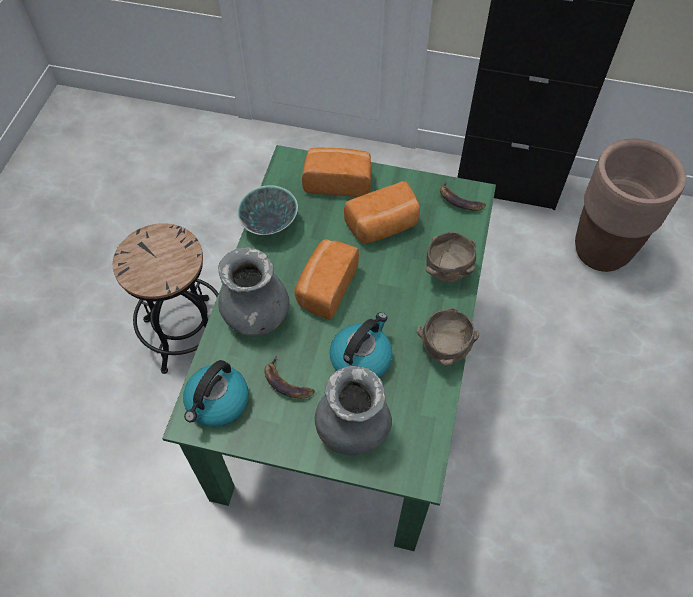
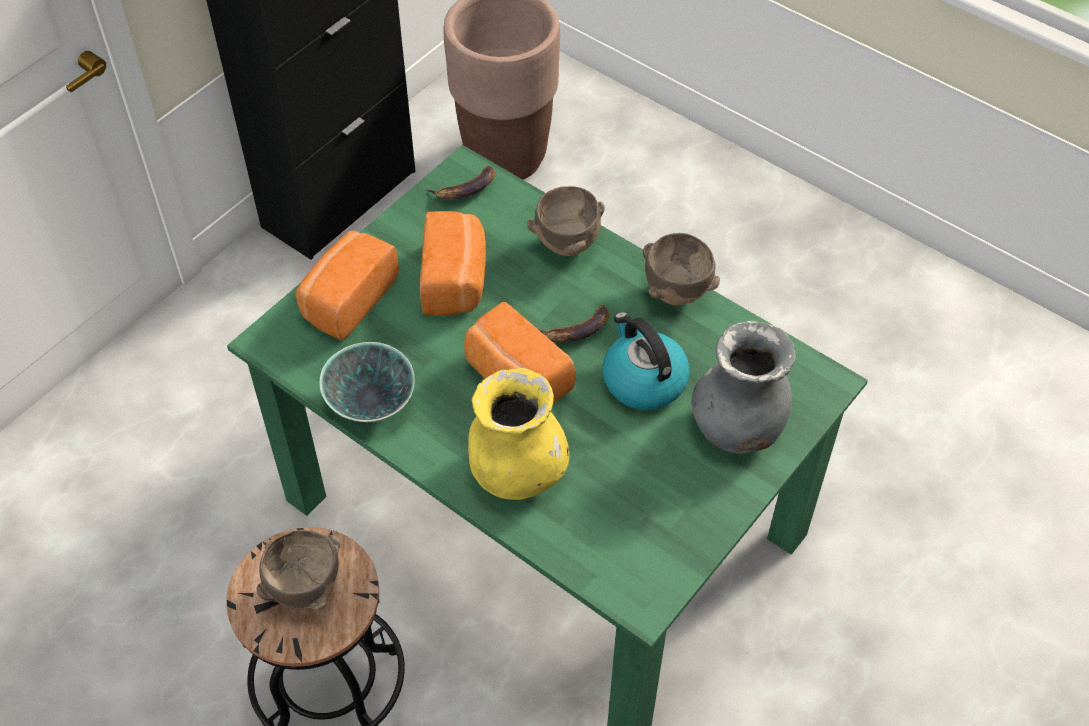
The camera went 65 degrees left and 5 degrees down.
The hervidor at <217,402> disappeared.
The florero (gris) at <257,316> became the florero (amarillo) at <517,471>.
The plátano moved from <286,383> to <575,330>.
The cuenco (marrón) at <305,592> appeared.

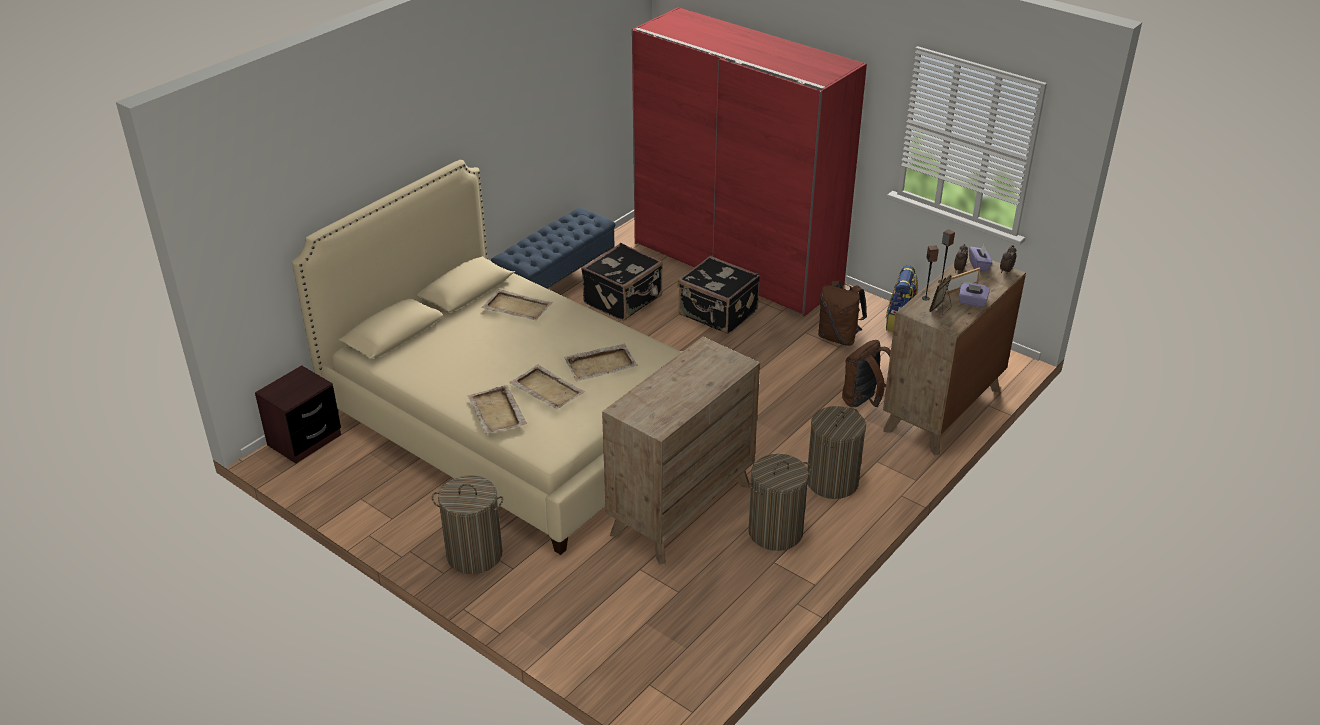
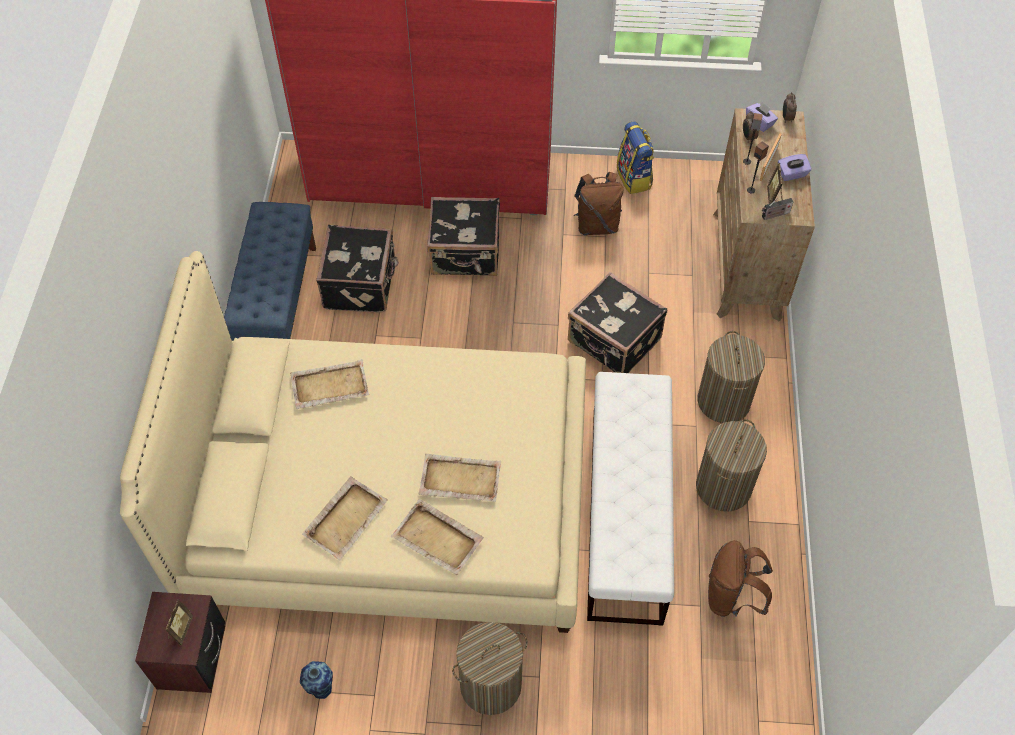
The camera went 35 degrees left and 20 degrees up.
The bandeja (beis) moved from <601,364> to <346,518>.
The cómoda (marrón) at <681,509> was replaced by the banco (blanco) at <626,511>.
The mochila (marrón) moved from <865,402> to <731,597>.
The portarretratos at <180,629> appeared.
The florero at <321,689> appeared.
The maleta (negro) at <613,342> appeared.
The radio at <774,215> appeared.

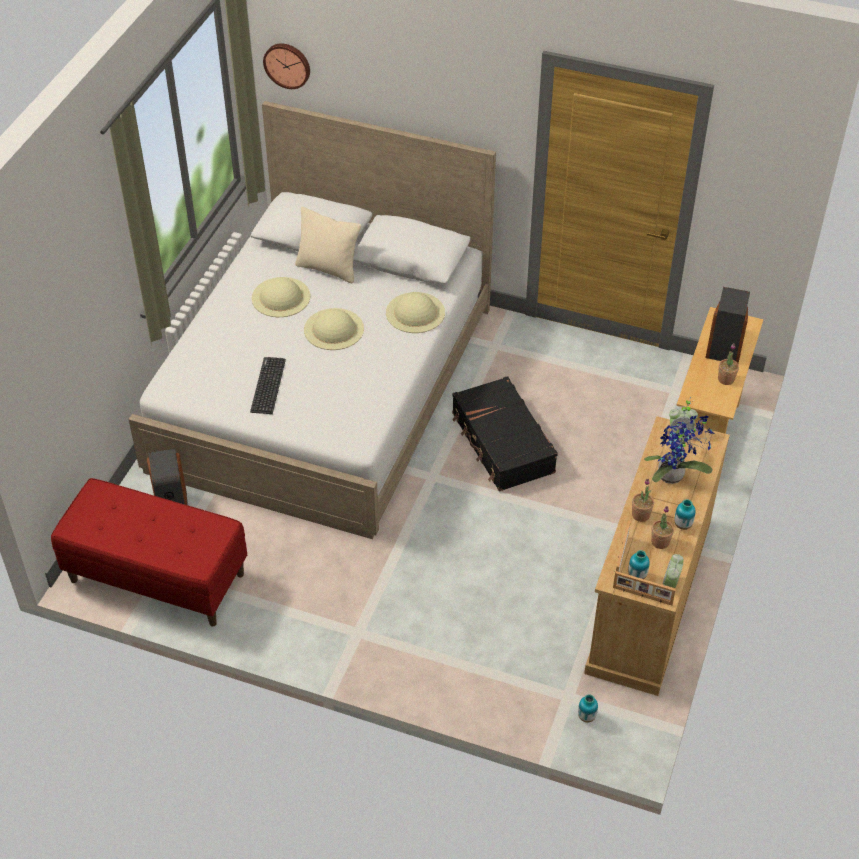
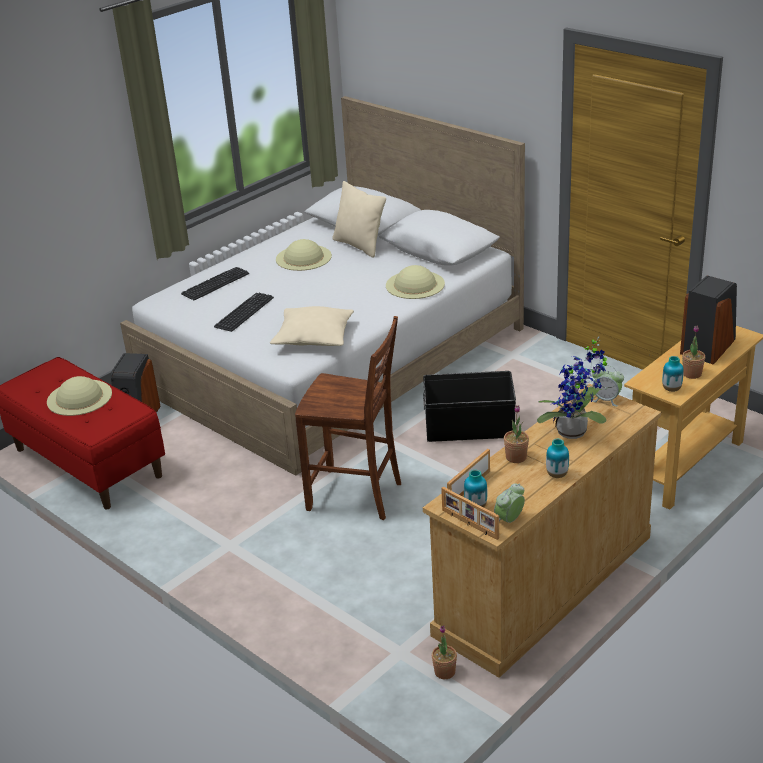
The camera went 25 degrees right and 15 degrees down.
The reloj de pared at <287,64> disappeared.
The sombrero (beis) moved from <333,329> to <79,397>.
The maleta (negro) at <502,443> was replaced by the caja de almacenaje (negro) at <470,428>.
The florero moved from <586,717> to <671,389>.
The planta en maceta moved from <660,542> to <444,672>.
The teclado at <215,284> appeared.
The cojín (beis) at <313,338> appeared.
The silla (marrón) at <357,496> appeared.

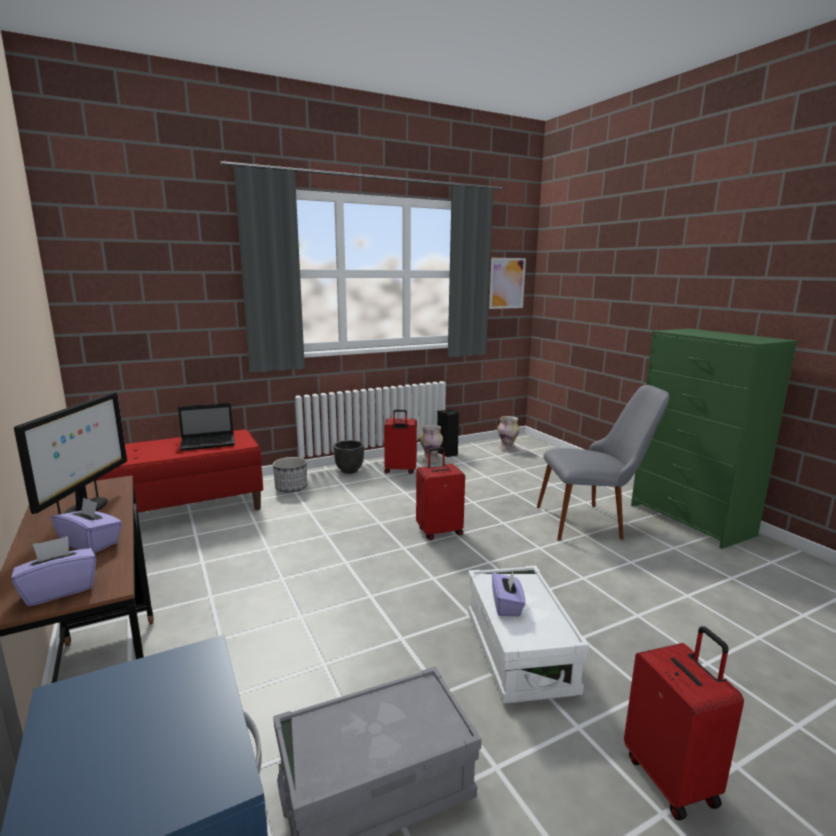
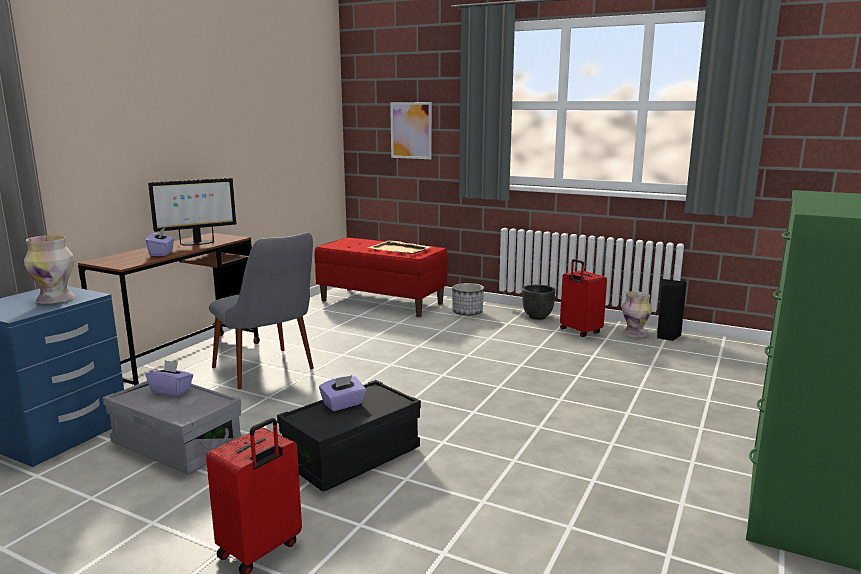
The camera went 55 degrees right and 0 degrees up.
The caja de pañuelos (morado) moved from <59,590> to <171,390>.
The portátil at <209,443> was replaced by the bandeja (beis) at <400,250>.
The maleta (rojo) at <439,531> disappeared.
The caja de almacenaje (blanco) at <519,653> became the caja de almacenaje (negro) at <352,456>.
The cuadro moved from <507,283> to <411,130>.
The florero moved from <507,448> to <55,300>.
The silla (gris) moved from <593,521> to <270,373>.

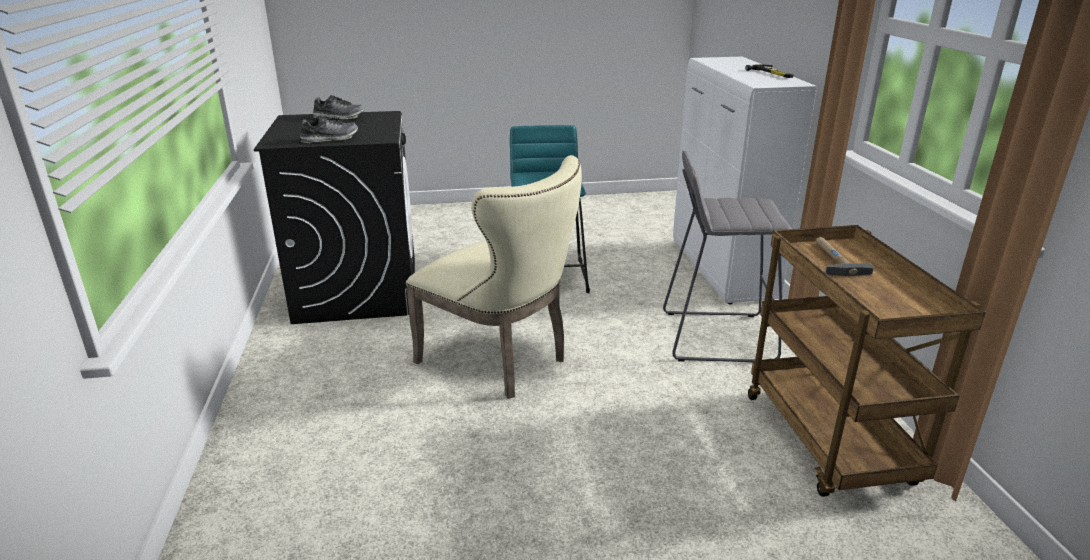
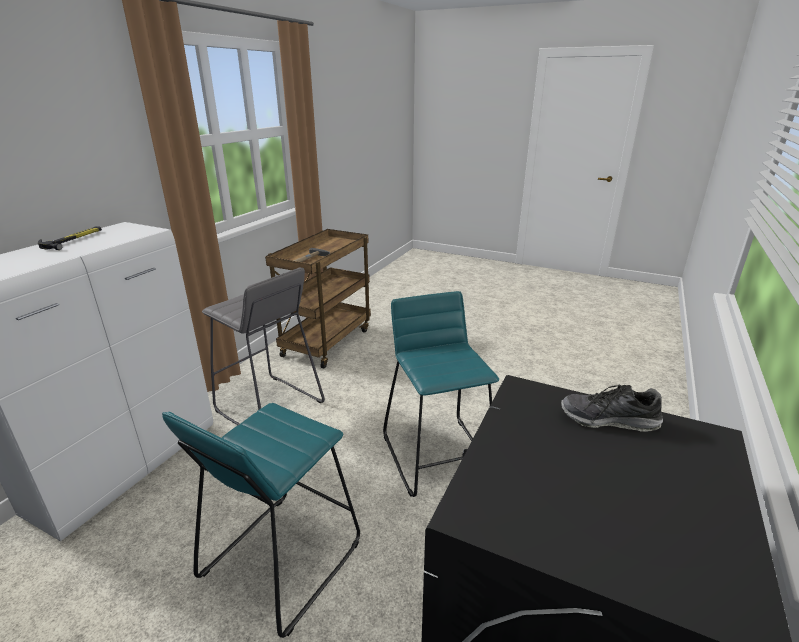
The camera went 145 degrees left and 0 degrees up.
The zapato at <339,117> disappeared.
The silla (beis) at <501,361> was replaced by the taburete (turquesa) at <438,455>.

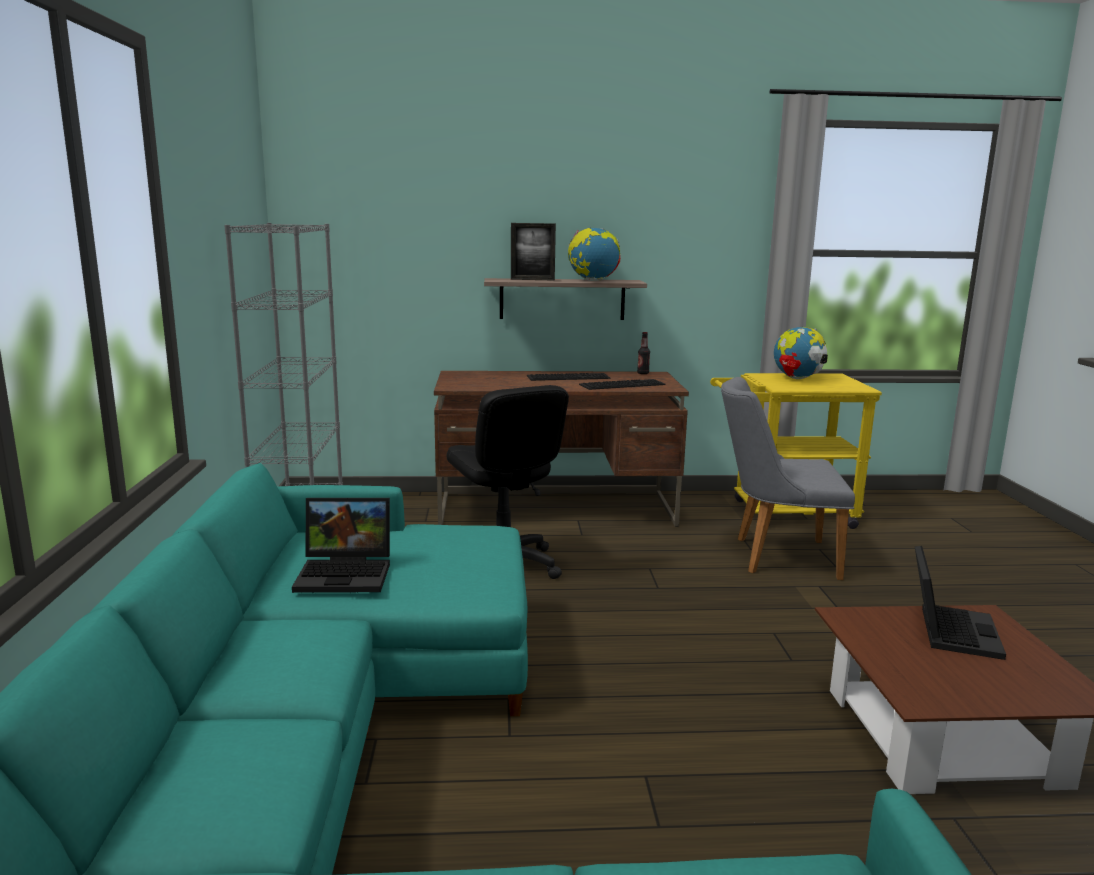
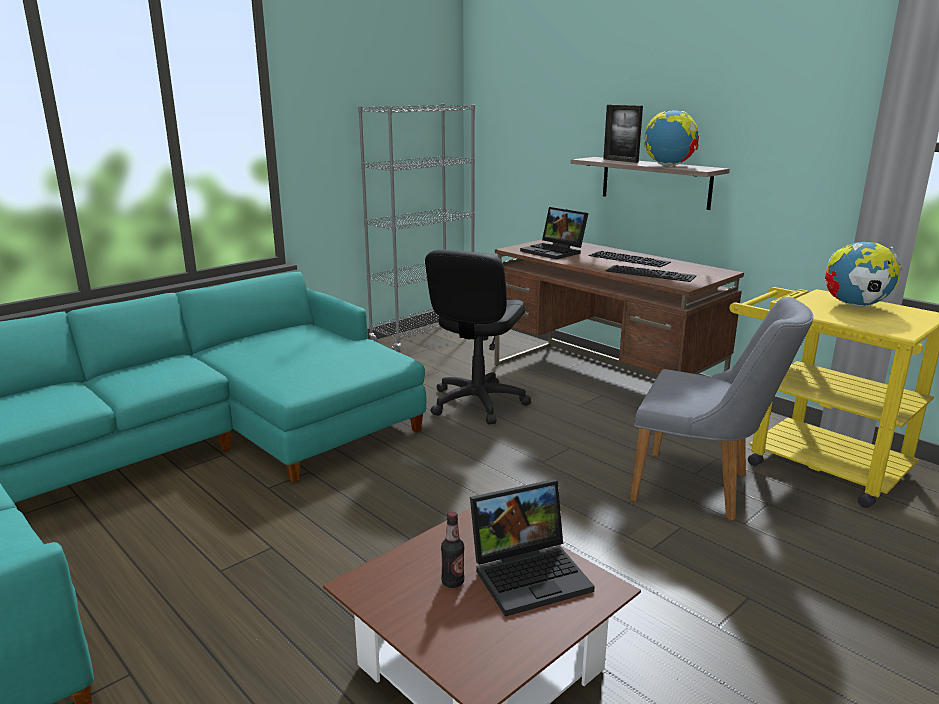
The camera went 50 degrees right and 5 degrees up.
The portátil moved from <347,573> to <555,251>.
The botella moved from <643,373> to <453,582>.
The silla (gris) at <775,556> turned 150 degrees clockwise.

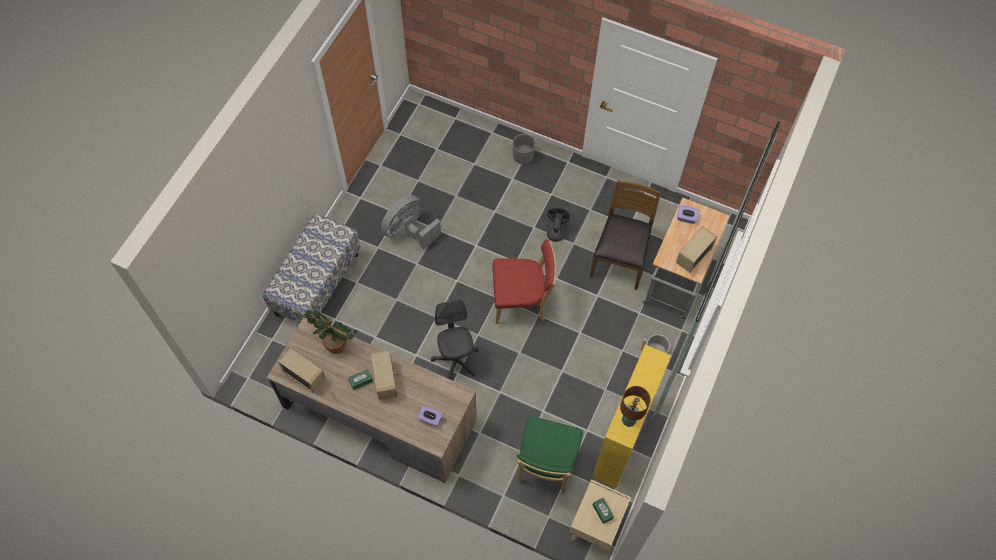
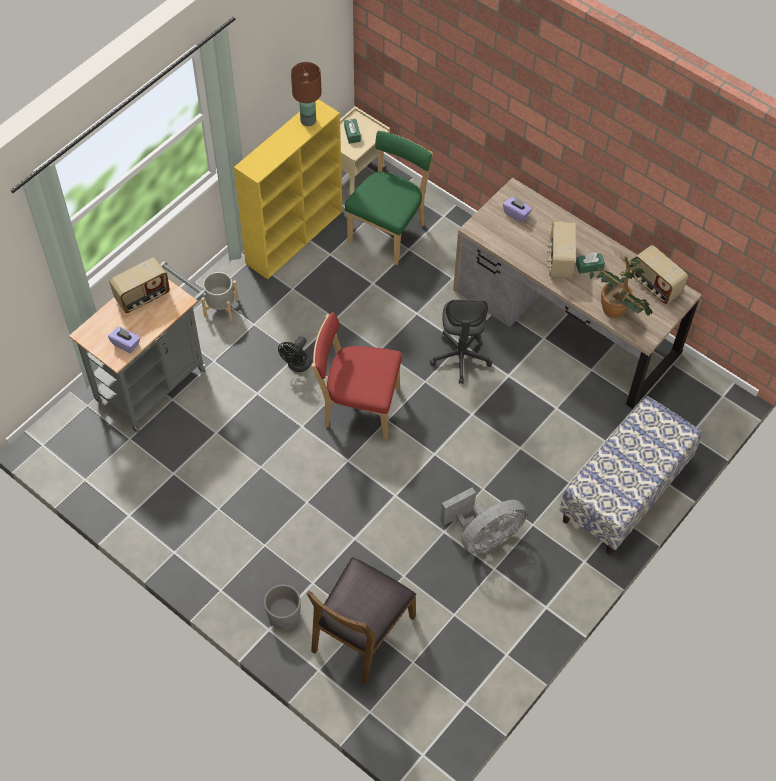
The camera went 165 degrees left and 5 degrees down.
The ventilador (negro) moved from <556,231> to <297,366>.
The silla (marrón) moved from <620,258> to <361,633>.

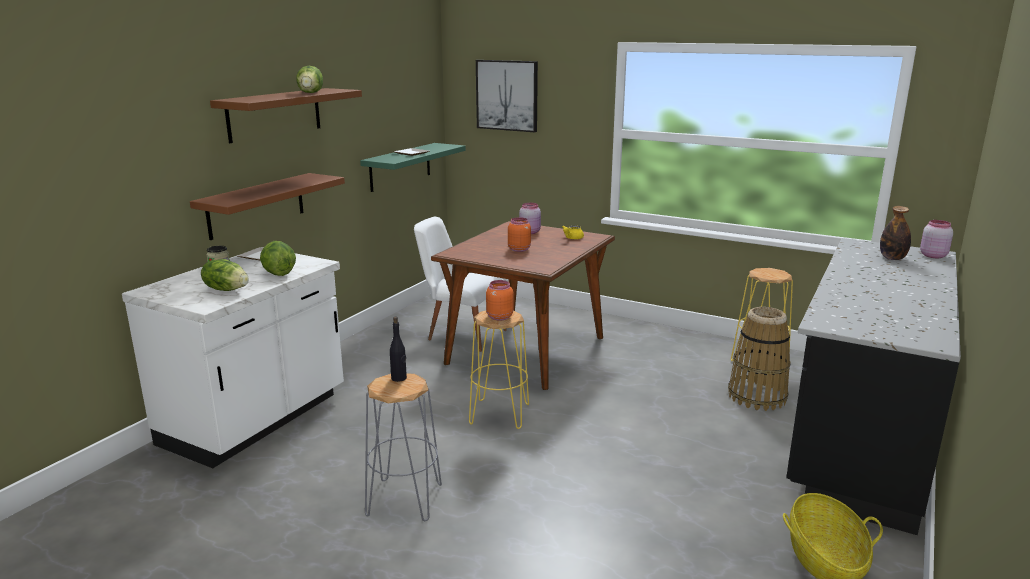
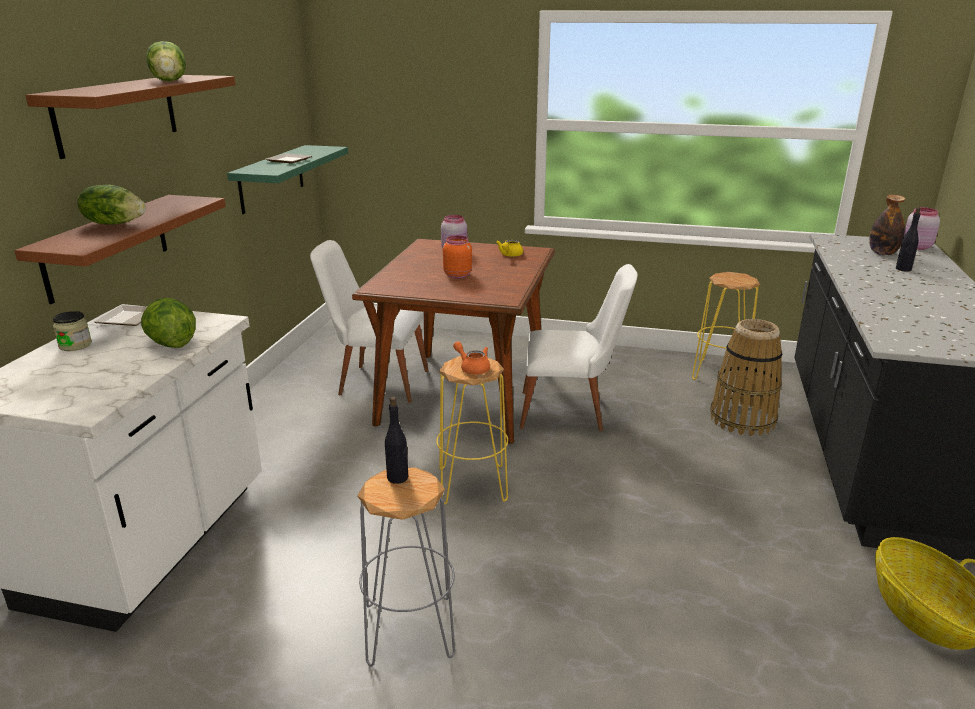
The camera went 15 degrees left and 5 degrees up.
The lechuga moved from <227,289> to <115,223>.
The cuadro at <507,95> disappeared.
The tarro (naranja) at <499,317> was replaced by the tetera (naranja) at <472,368>.
The silla (blanco) at <571,412> appeared.
The botella (negro) at <903,269> appeared.

